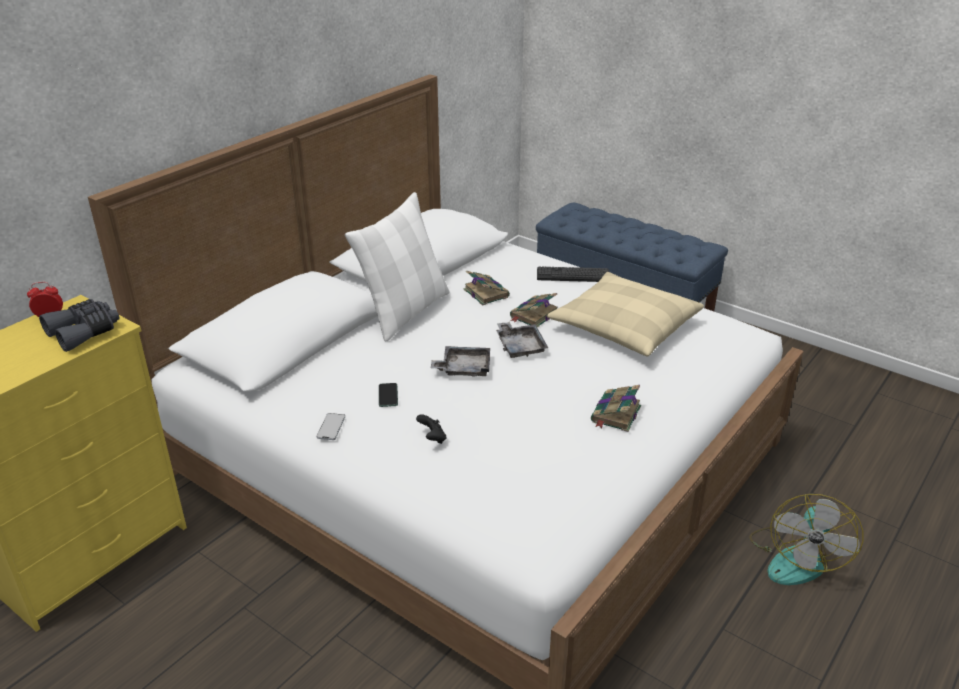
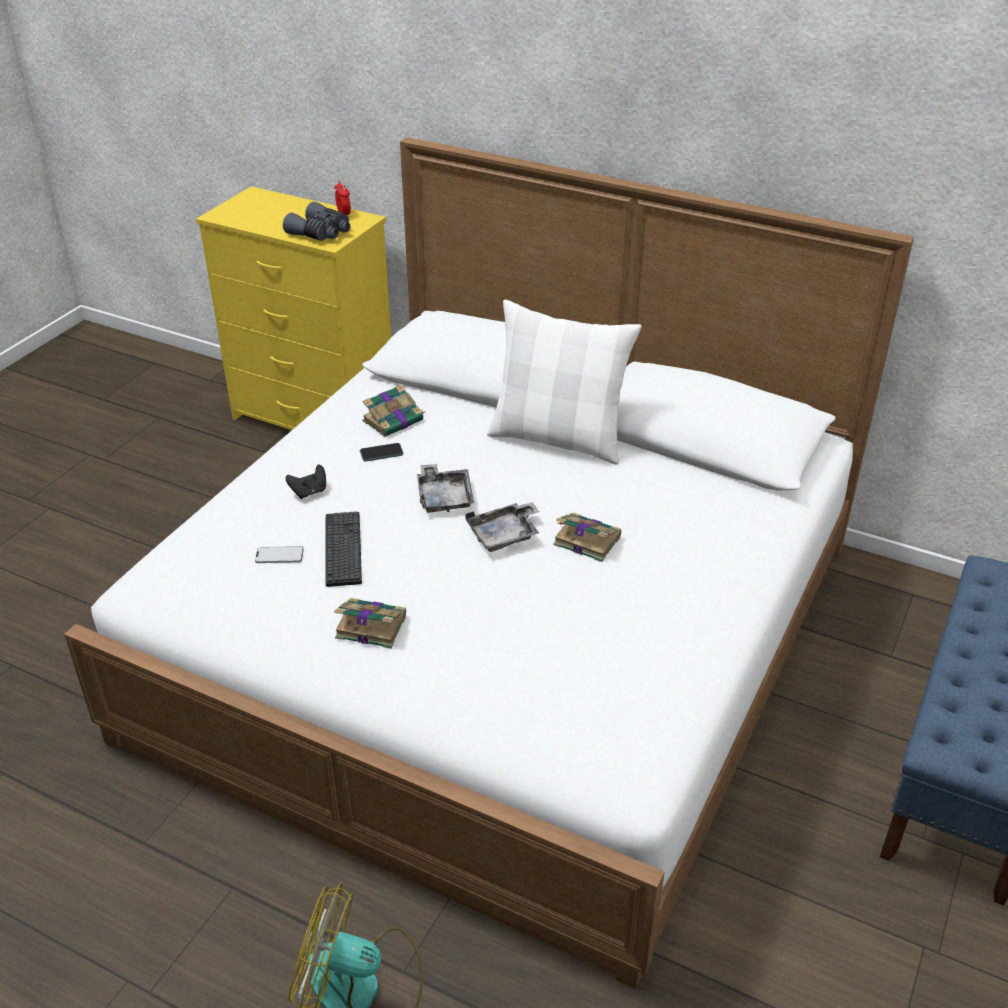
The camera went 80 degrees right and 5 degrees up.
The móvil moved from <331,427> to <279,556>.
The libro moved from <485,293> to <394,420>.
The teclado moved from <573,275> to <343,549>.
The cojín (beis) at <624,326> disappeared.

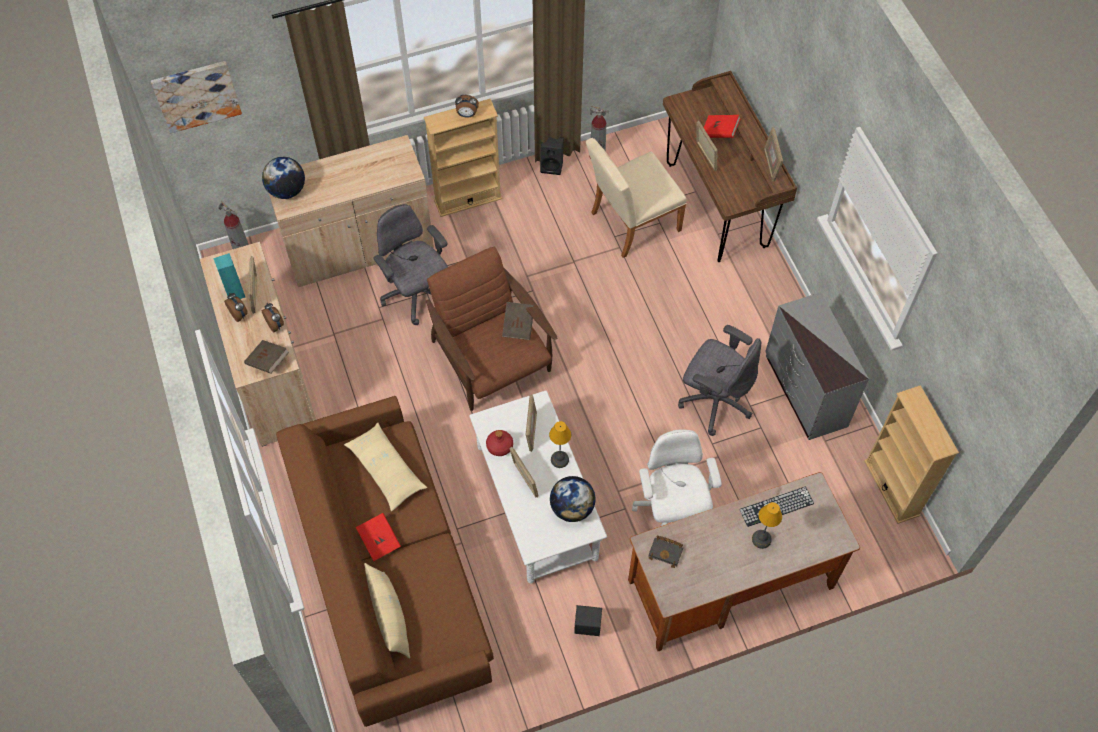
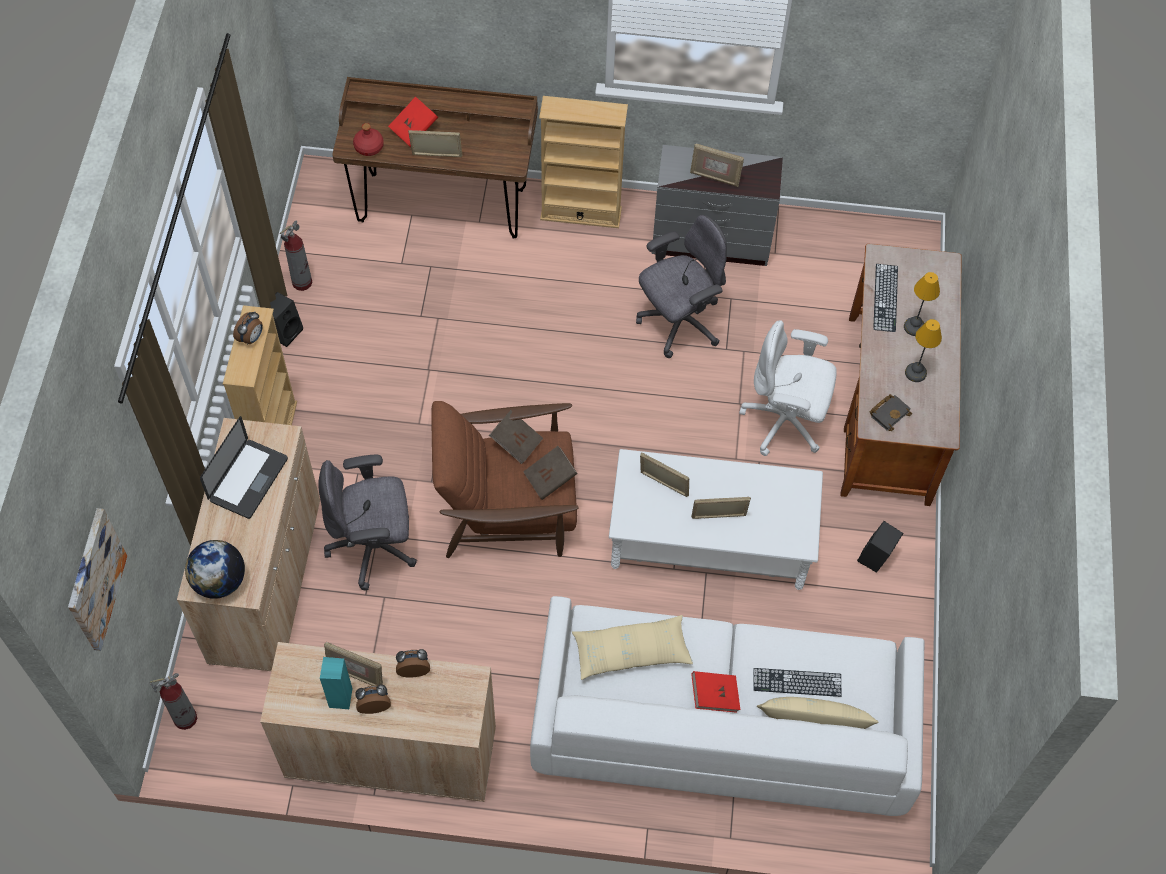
The camera went 65 degrees left and 0 degrees up.
The libro (marrón) moved from <268,362> to <550,478>.
The sofá (marrón) at <390,573> became the sofá (blanco) at <721,725>.
The botella (rojo) moved from <500,446> to <369,147>.
The lámpara de mesa moved from <559,460> to <916,373>.
The globo terráqueo at <572,508> disappeared.
The silla (beis) at <630,223> disappeared.
The portarretratos moved from <770,165> to <714,178>.
The estantería (beis) moved from <891,488> to <581,213>.
The portátil at <248,479> appeared.
The teclado at <797,682> appeared.

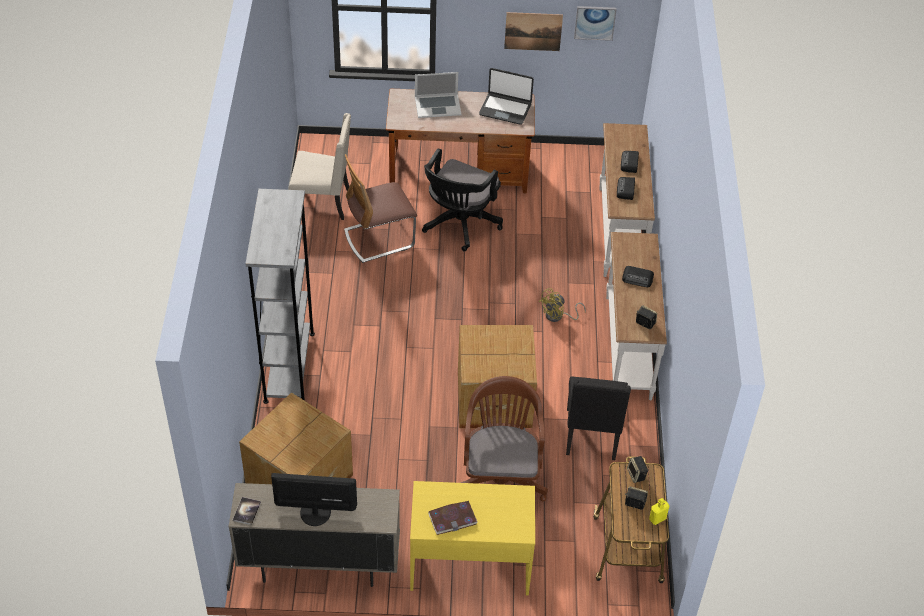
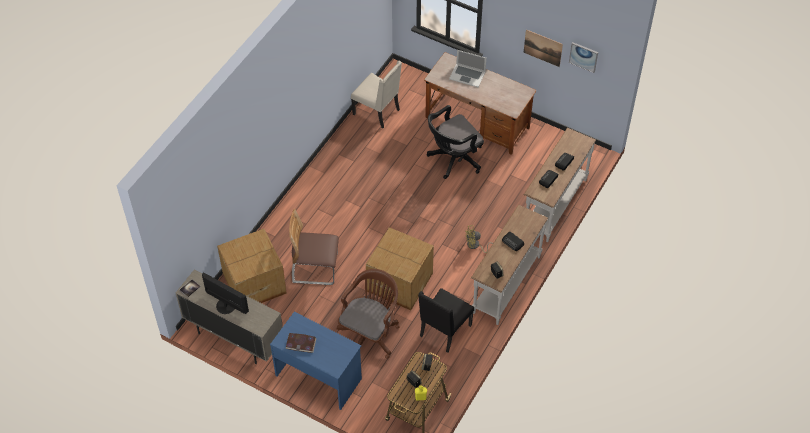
The camera went 30 degrees right and 5 degrees up.
The estantería (gris) at <289,367> disappeared.
The silla moved from <379,239> to <315,269>.
The escritorio (amarillo) at <469,564> became the escritorio (azul) at <318,376>.
The portátil at <505,109> disappeared.

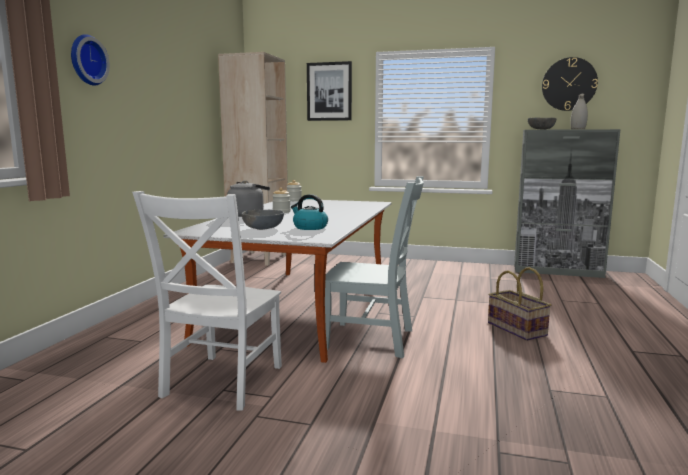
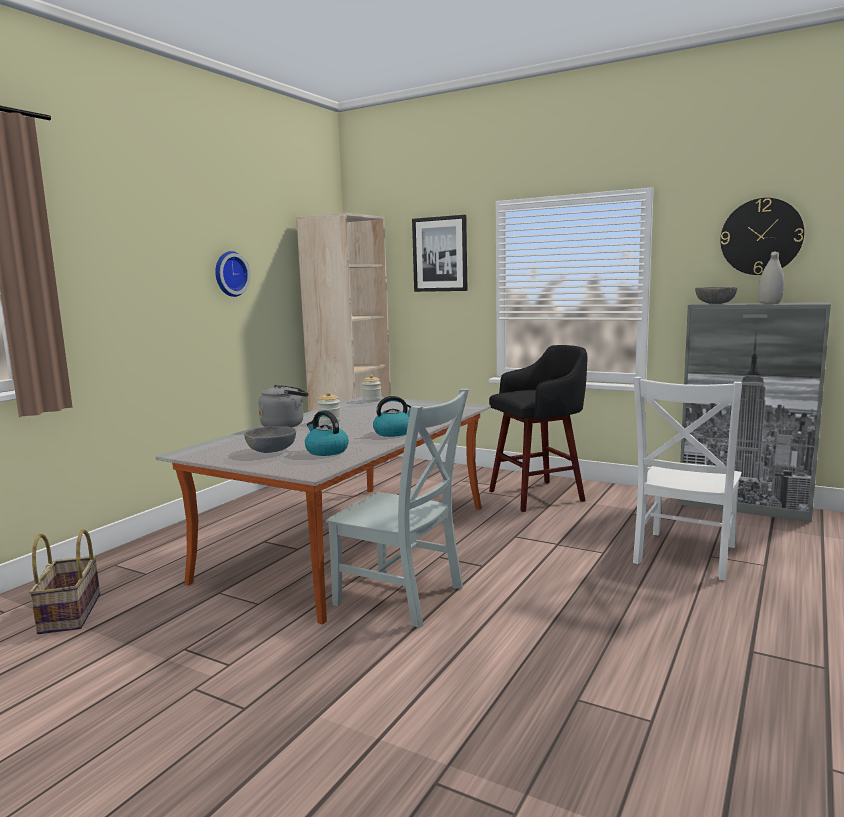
The camera went 15 degrees right and 0 degrees up.
The reloj de pared moved from <86,60> to <229,274>.
The silla (blanco) moved from <220,383> to <684,556>.
The cesta moved from <517,329> to <71,613>.
The hervidor at <393,433> appeared.
The taburete (negro) at <539,495> appeared.

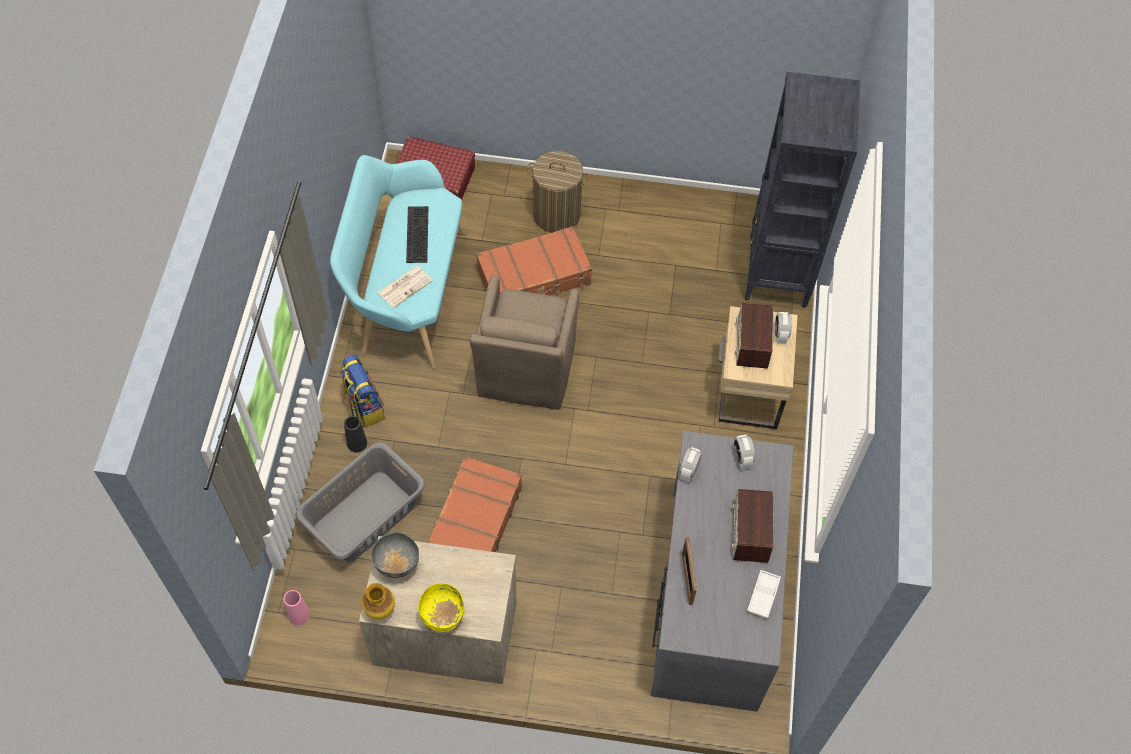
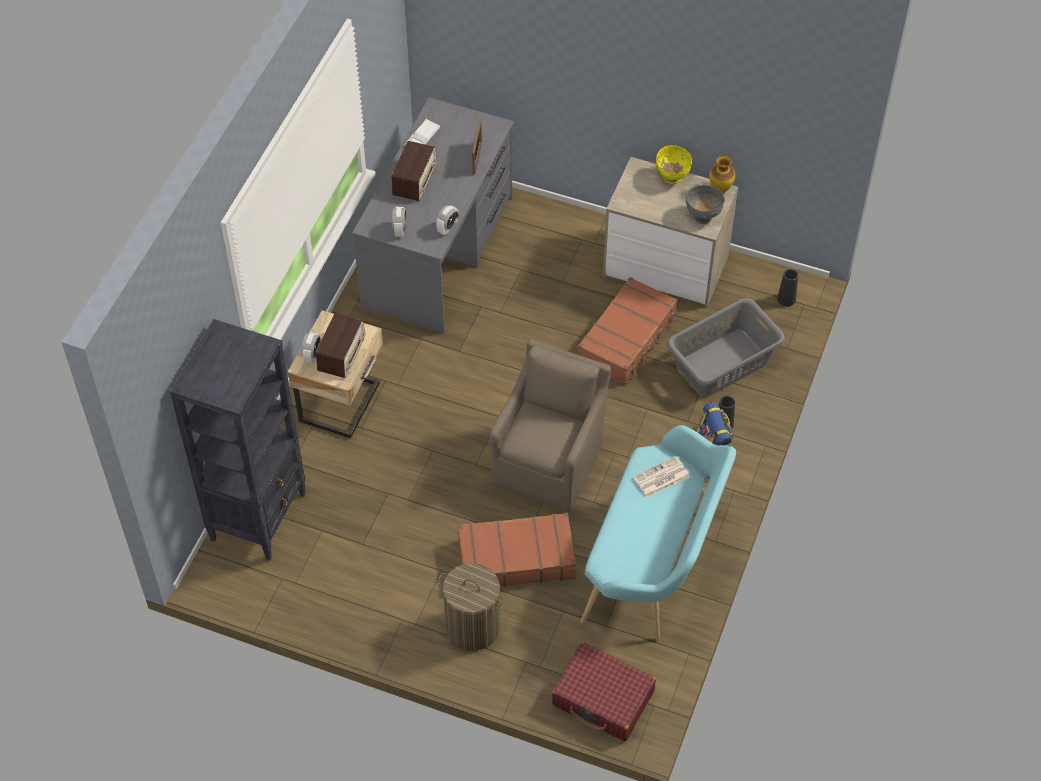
The camera went 165 degrees left and 5 degrees down.
The florero (rosa) at <299,615> became the florero (negro) at <786,299>.
The teclado at <416,234> disappeared.

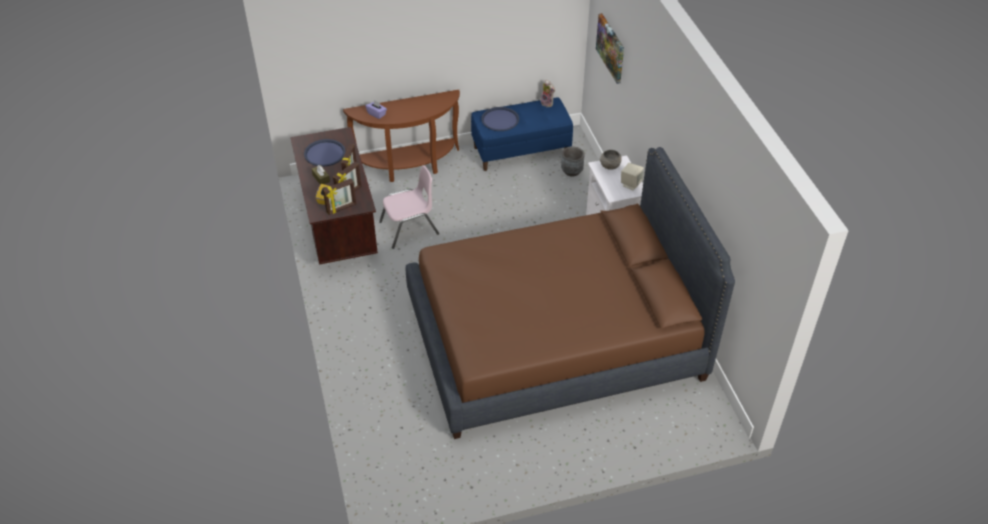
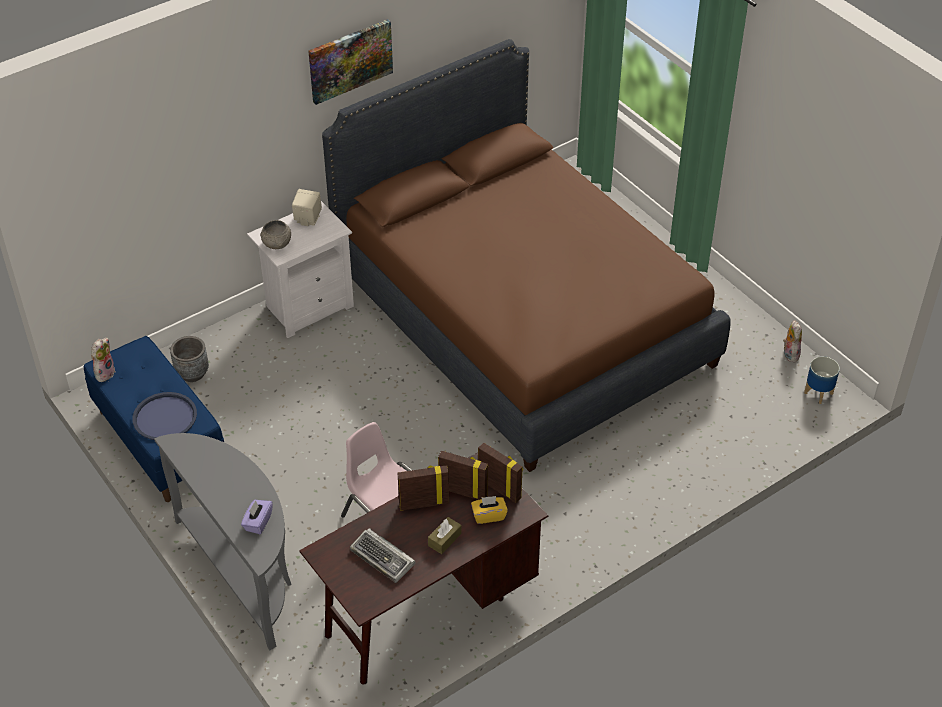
The camera went 110 degrees left and 0 degrees up.
The bandeja (azul) at <325,153> was replaced by the teclado at <383,558>.
The mesa consola (marrón) at <409,167> became the mesa consola (gris) at <244,571>.
The cuadro moved from <611,48> to <350,60>.
The peluche at <789,354> appeared.
The maceta at <818,393> appeared.

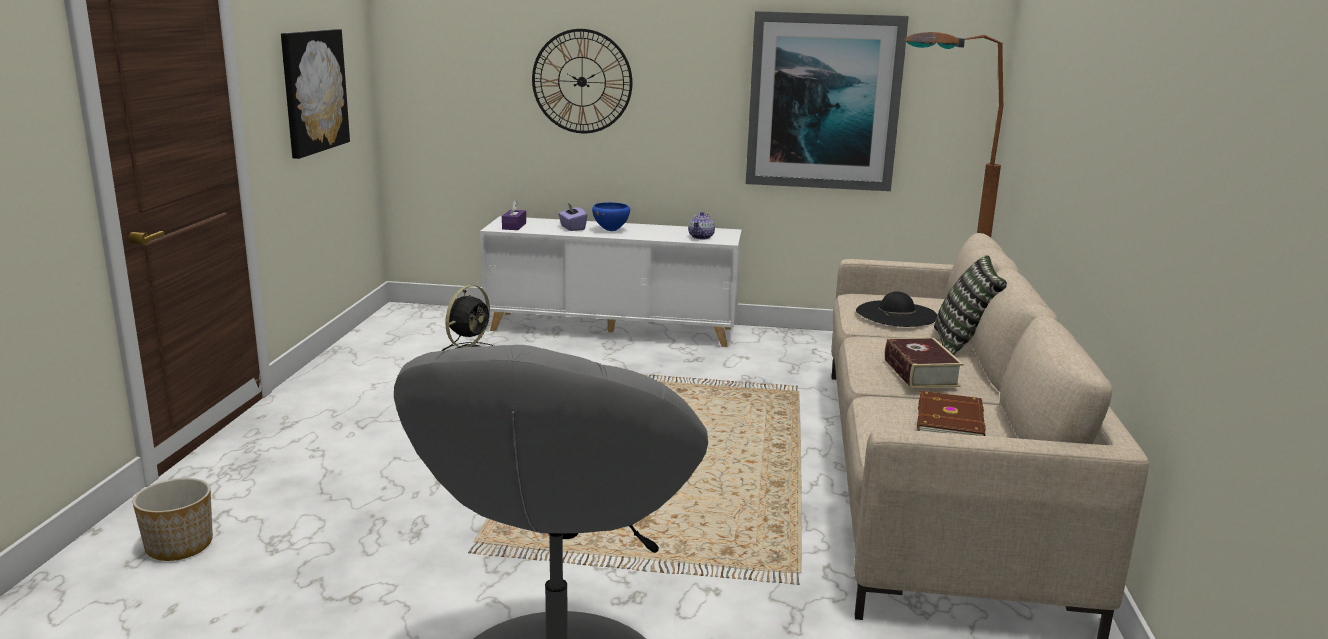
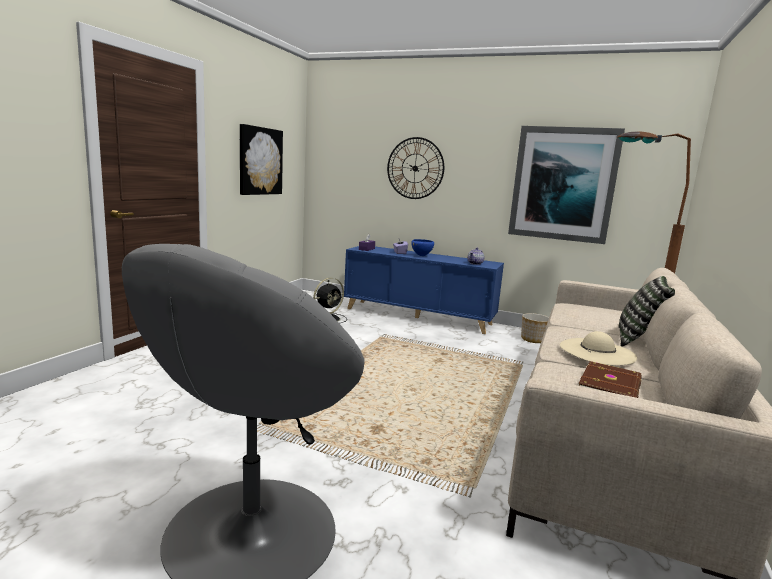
The camera went 15 degrees right and 5 degrees down.
The maceta moved from <180,546> to <533,339>.
The armario (blanco) at <613,329> became the armario (azul) at <418,316>.
The sombrero (negro) at <896,314> disappeared.
The libro at <920,373> was replaced by the sombrero (beis) at <597,351>.

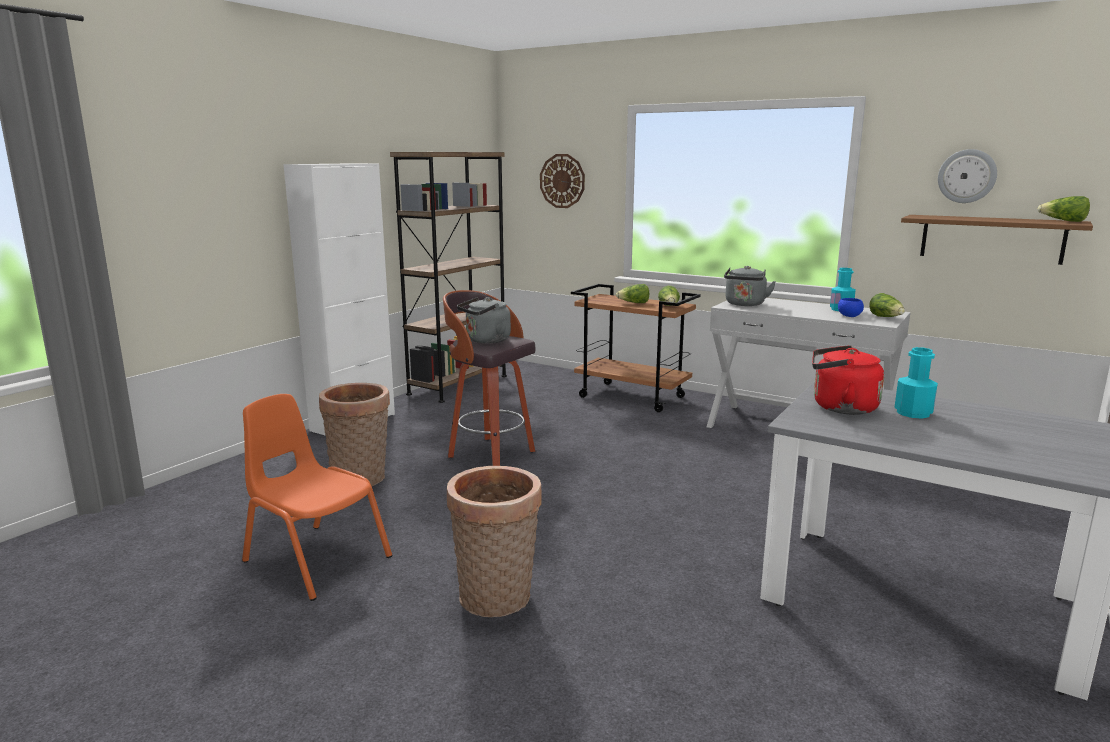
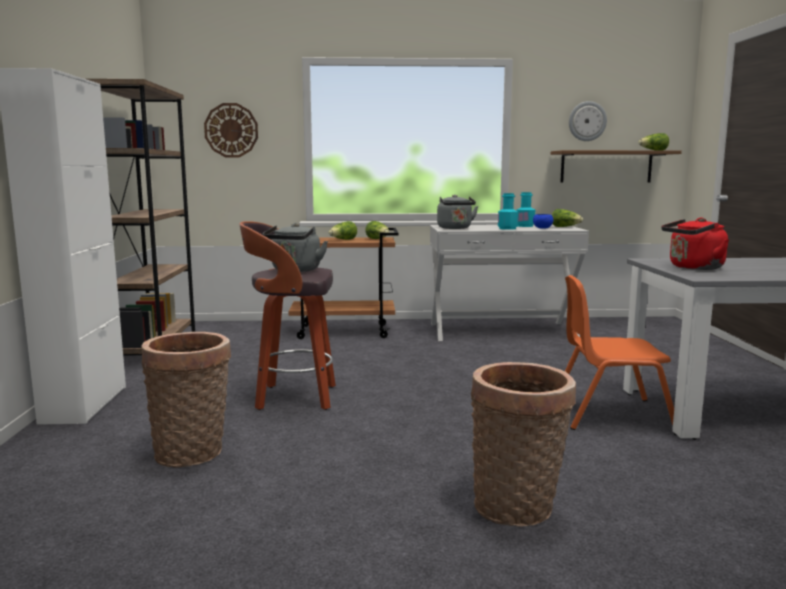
The camera went 35 degrees left and 5 degrees down.
The silla (naranja) moved from <316,559> to <610,414>.
The botella (turquesa) moved from <913,413> to <507,228>.

